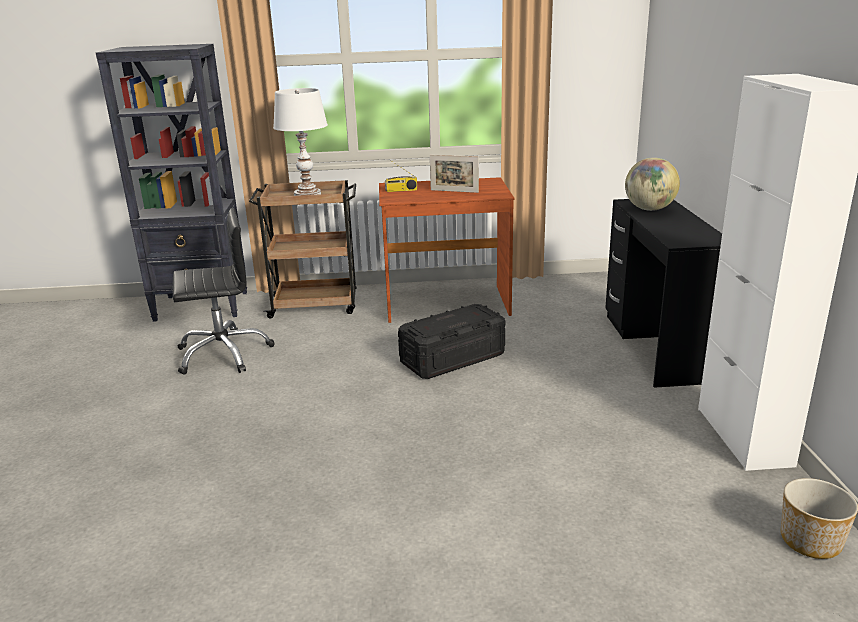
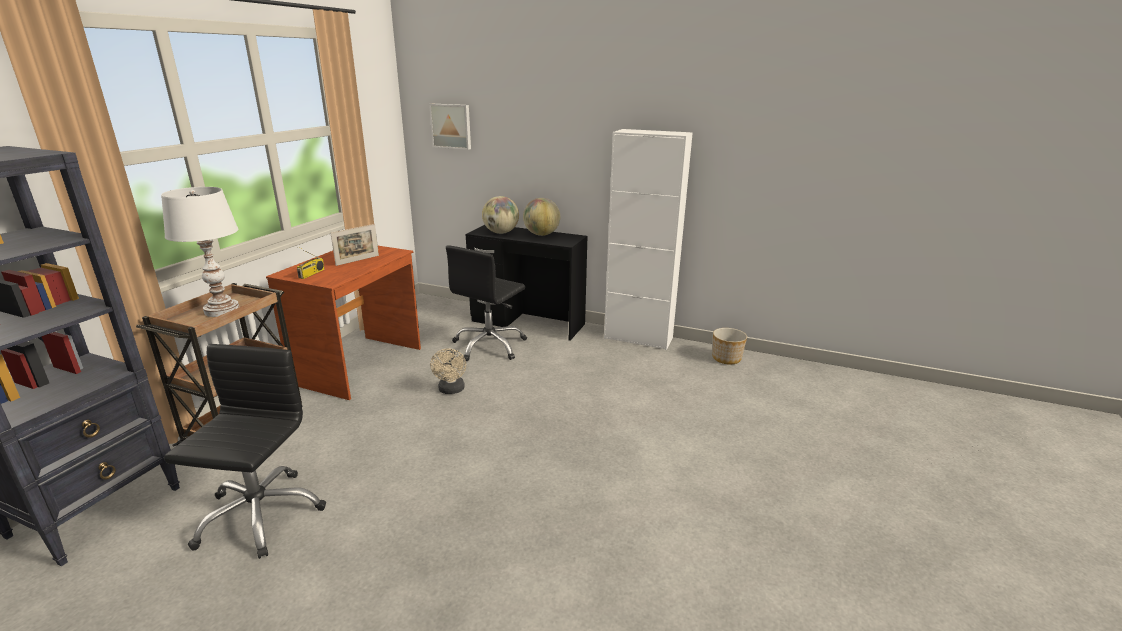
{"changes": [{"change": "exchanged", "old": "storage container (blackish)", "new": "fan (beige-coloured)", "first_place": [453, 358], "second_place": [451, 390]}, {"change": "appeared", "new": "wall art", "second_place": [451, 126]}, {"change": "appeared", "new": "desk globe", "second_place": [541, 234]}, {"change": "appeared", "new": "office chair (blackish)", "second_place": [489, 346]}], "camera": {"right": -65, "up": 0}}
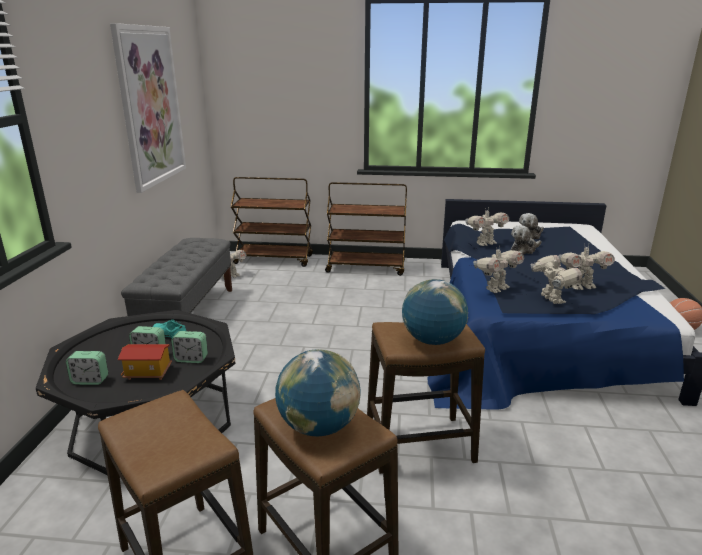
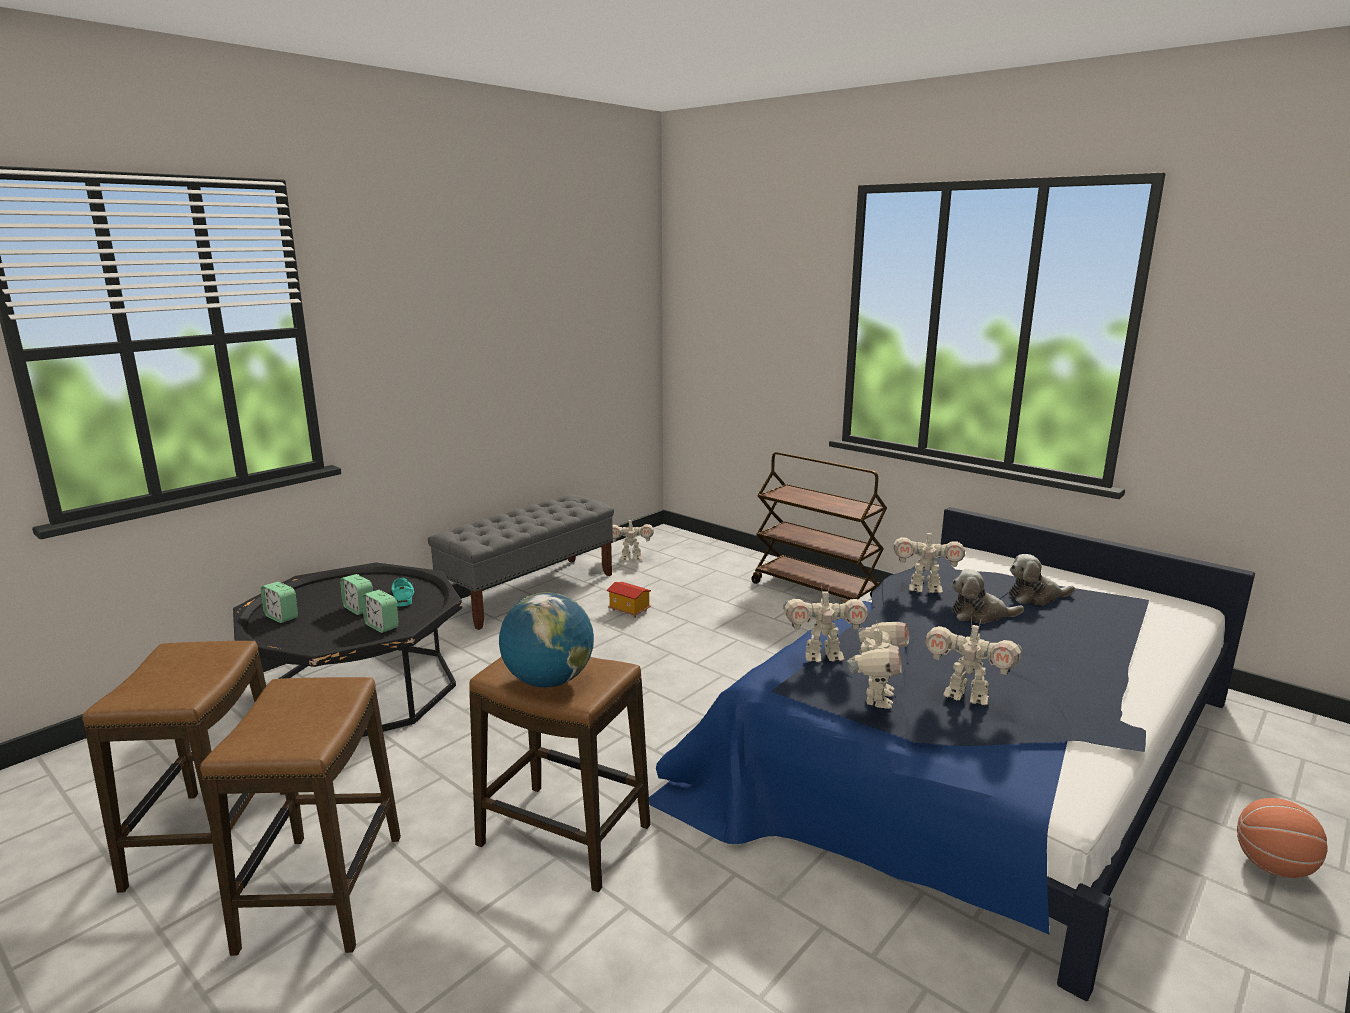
{"changes": [{"change": "missing", "old": "wall art", "first_place": [150, 106]}, {"change": "missing", "old": "trolley (brown)", "first_place": [274, 259]}, {"change": "relocated", "old": "miniature house", "first_place": [147, 374], "second_place": [628, 610]}, {"change": "missing", "old": "desk globe", "first_place": [319, 427]}], "camera": {"right": 35, "up": -5}}
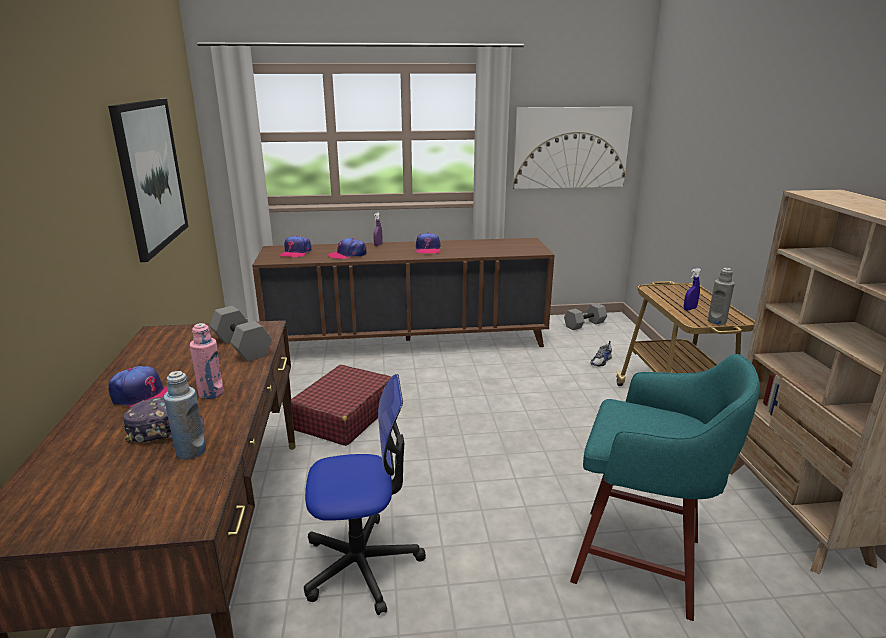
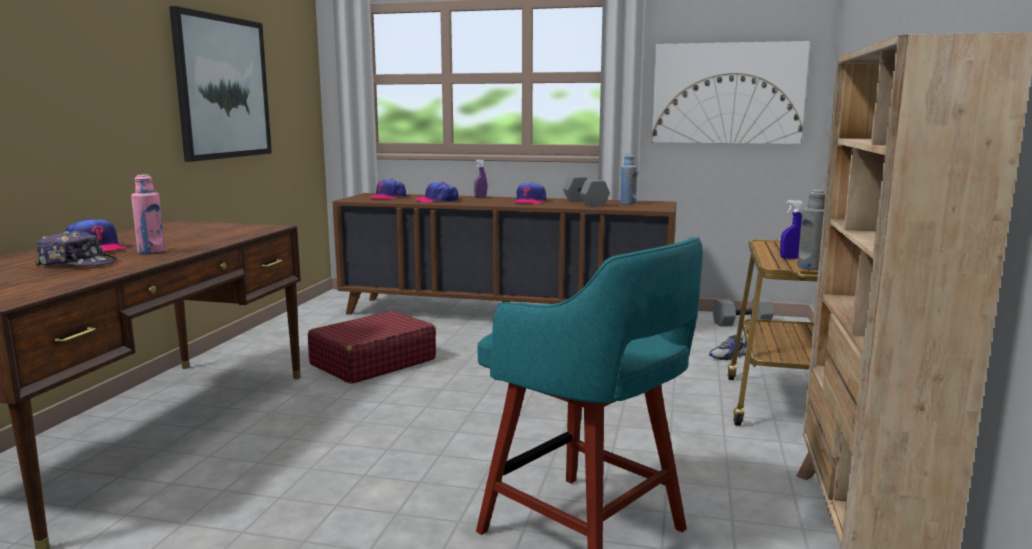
{"changes": [{"change": "relocated", "old": "dumbbell (gray)", "first_place": [240, 347], "second_place": [584, 203]}, {"change": "relocated", "old": "drink bottle (bluish)", "first_place": [191, 452], "second_place": [628, 203]}, {"change": "missing", "old": "office chair", "first_place": [362, 564]}], "camera": {"right": 20, "up": -10}}
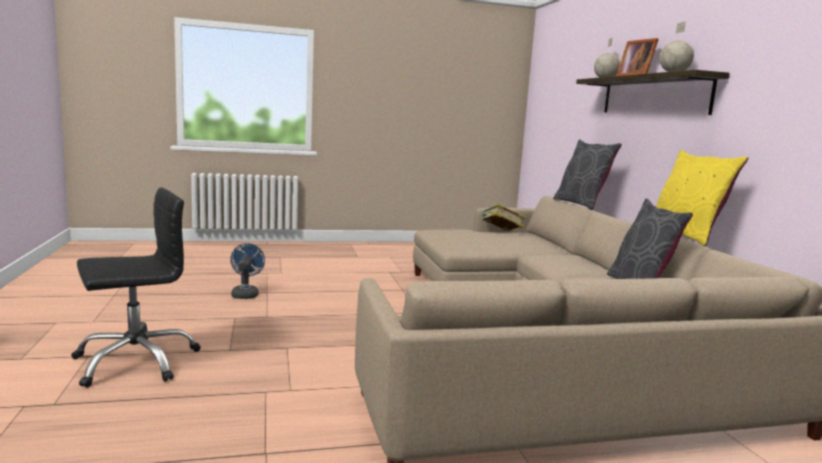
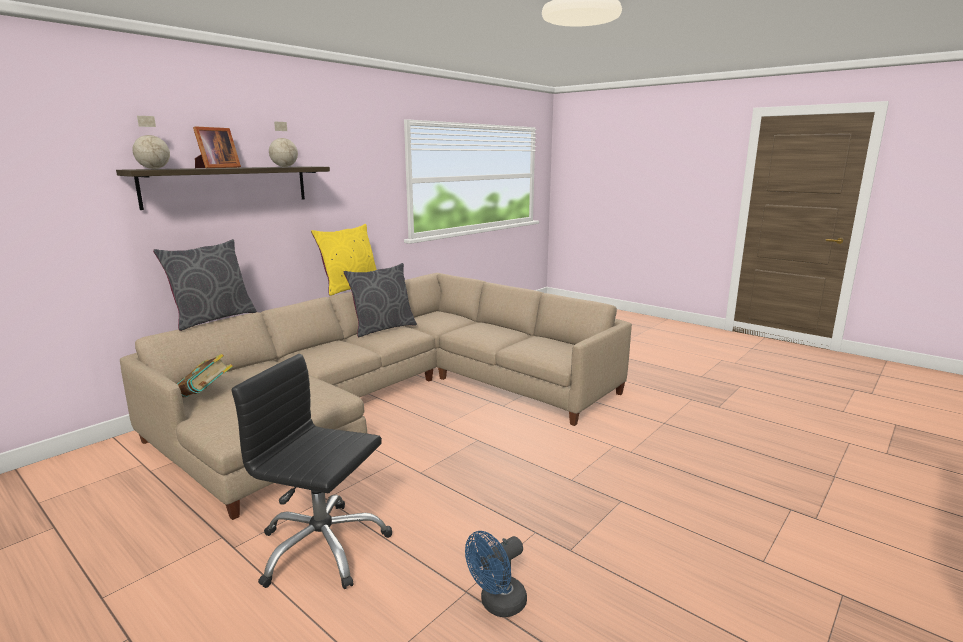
{"changes": [{"change": "relocated", "old": "office chair (blackish)", "first_place": [136, 361], "second_place": [322, 547]}], "camera": {"right": -125, "up": 5}}
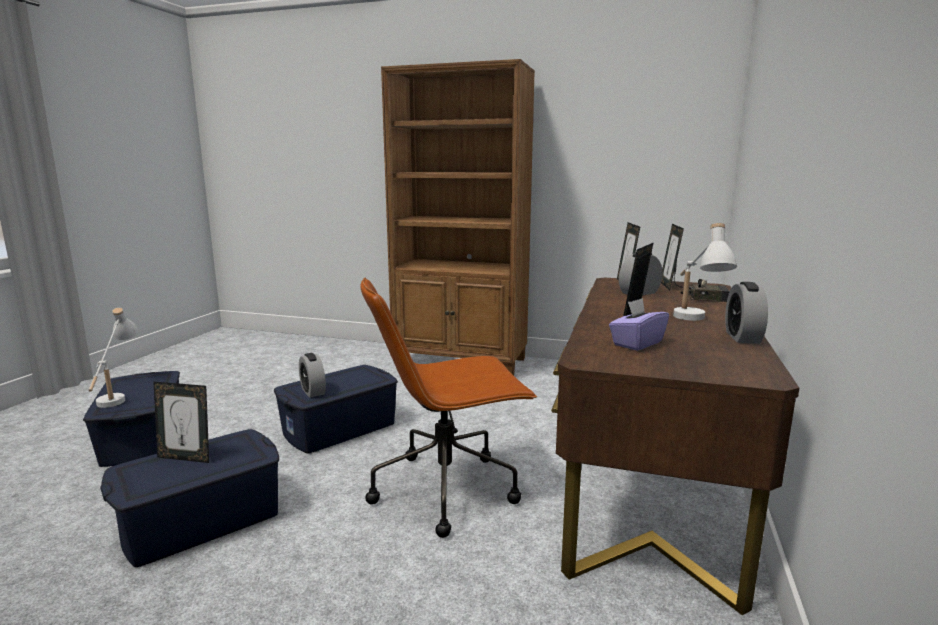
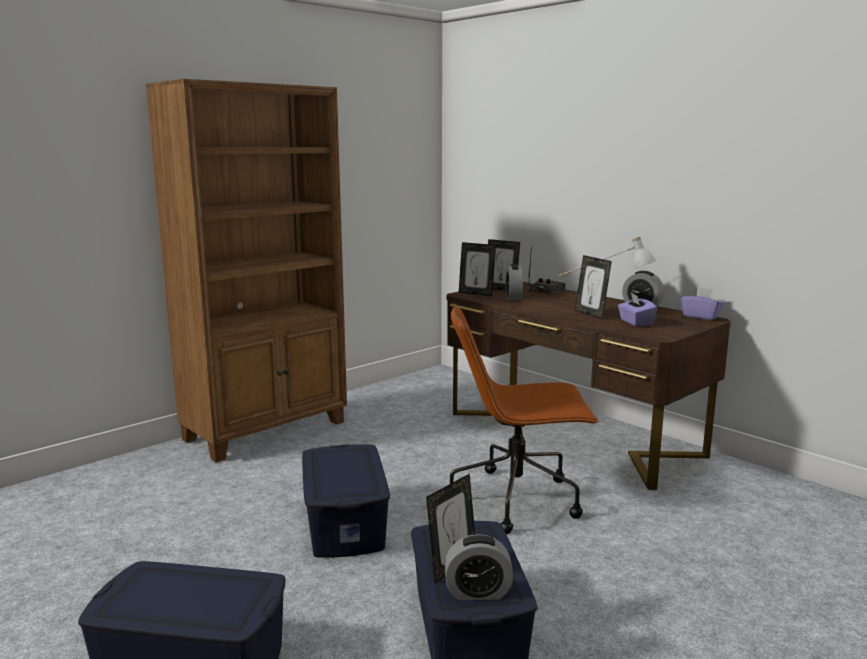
{"changes": [{"change": "spun", "old": "office chair (brown)", "first_place": [447, 489], "second_place": [517, 499], "degrees": 75}, {"change": "missing", "old": "table lamp (white)", "first_place": [117, 395]}, {"change": "relocated", "old": "table clock", "first_place": [313, 391], "second_place": [478, 592]}, {"change": "appeared", "new": "box of tissues (purplish)", "second_place": [701, 316]}], "camera": {"right": -60, "up": 0}}
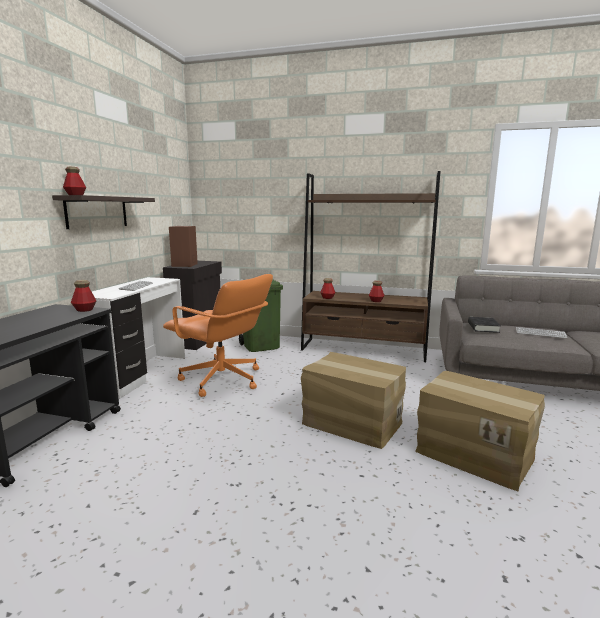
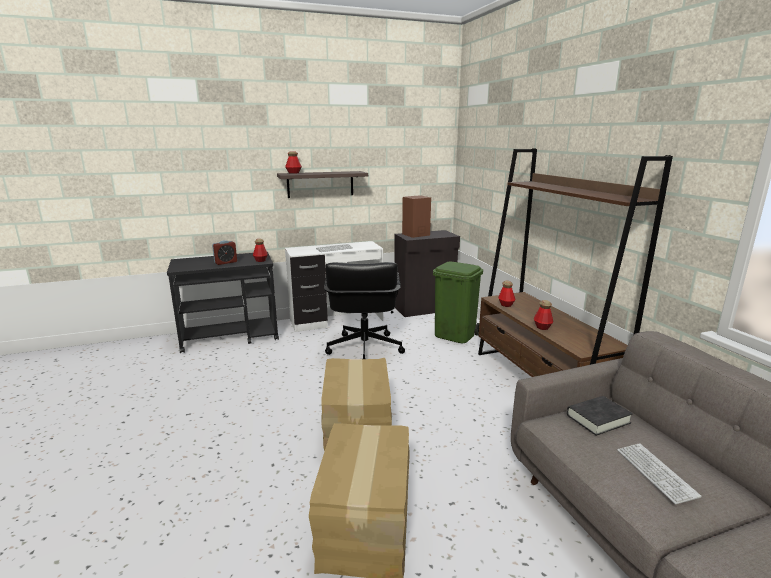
{"changes": [{"change": "colour", "old": "office chair (orange-coloured)", "new": "office chair (blackish)", "first_place": [222, 380], "second_place": [364, 349]}, {"change": "appeared", "new": "table clock", "second_place": [225, 262]}], "camera": {"right": 55, "up": 5}}
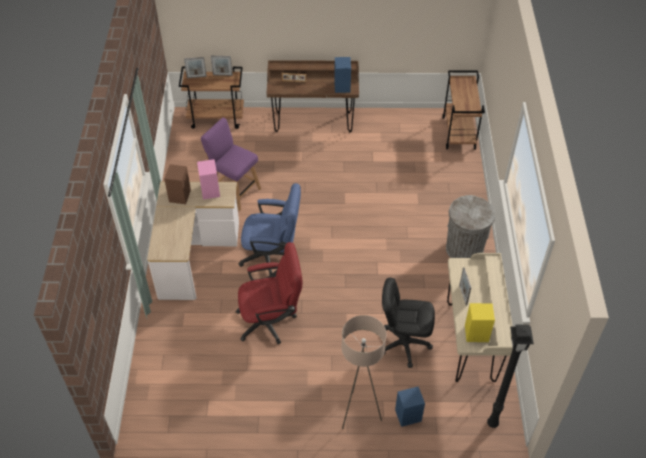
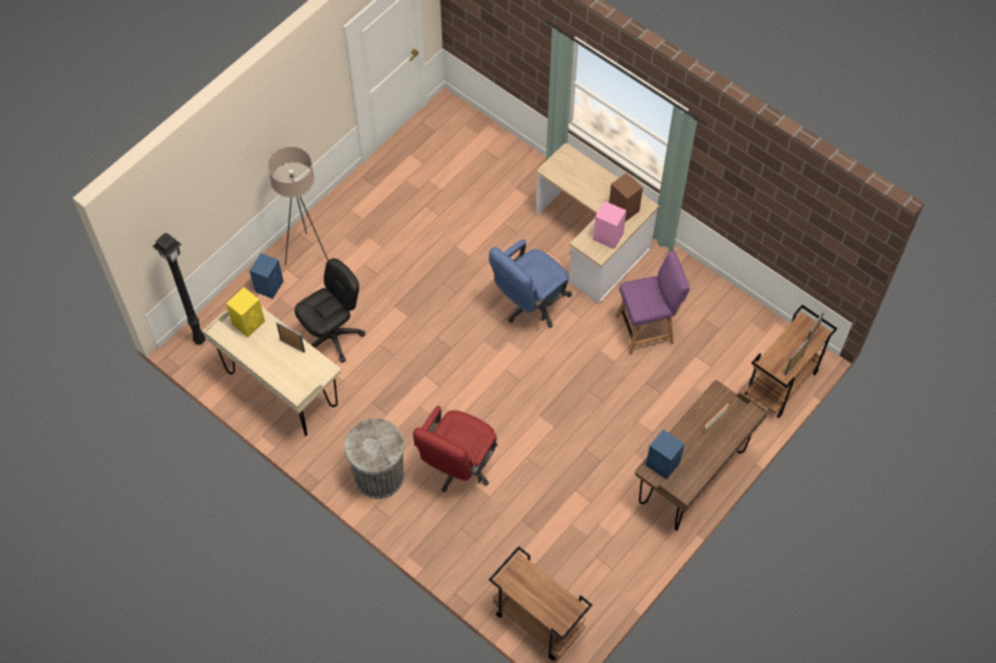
{"changes": [{"change": "relocated", "old": "office chair (red)", "first_place": [271, 320], "second_place": [458, 467]}], "camera": {"right": 130, "up": 10}}
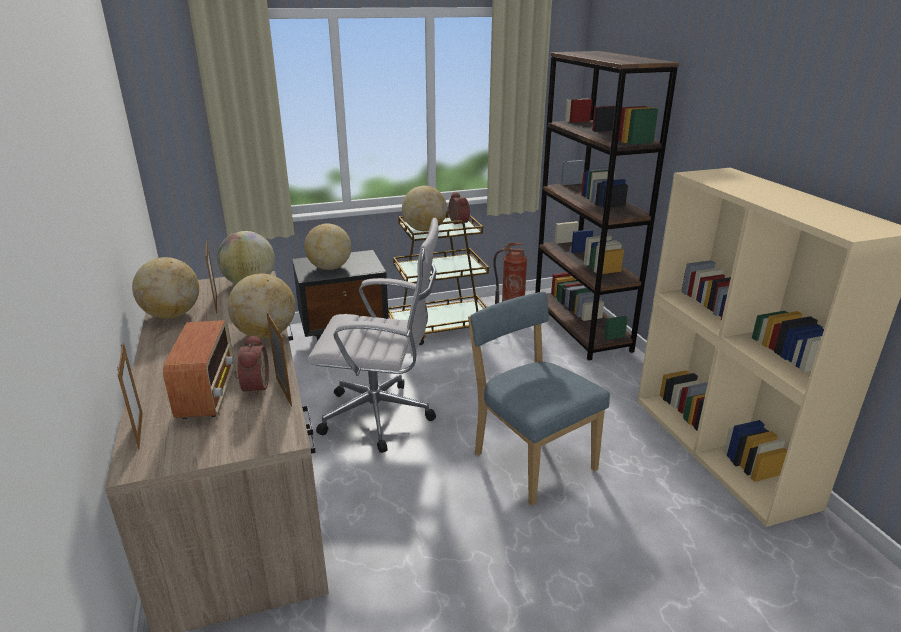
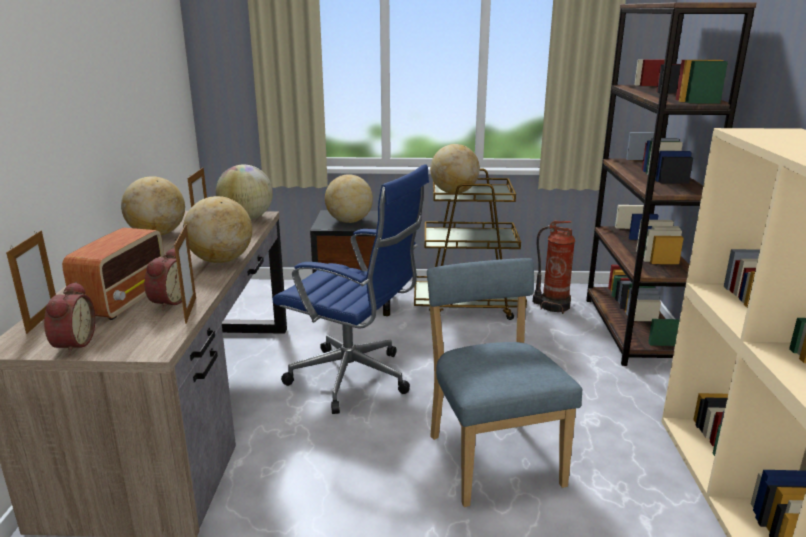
{"changes": [{"change": "relocated", "old": "table clock", "first_place": [457, 223], "second_place": [72, 344]}, {"change": "colour", "old": "office chair (white)", "new": "office chair (bluish)", "first_place": [382, 416], "second_place": [355, 380]}], "camera": {"right": 20, "up": -5}}
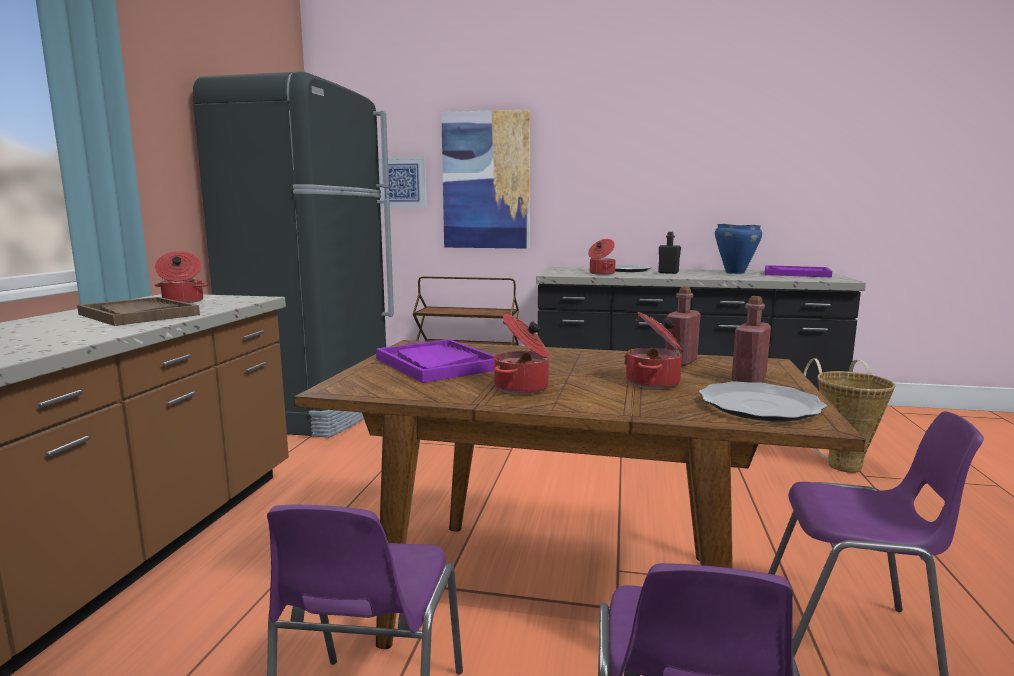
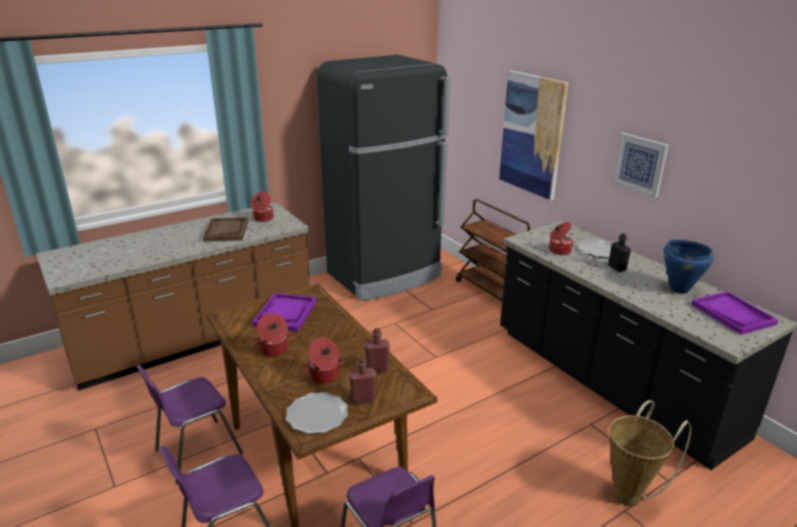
{"changes": [{"change": "relocated", "old": "wall art", "first_place": [402, 182], "second_place": [640, 164]}], "camera": {"right": 45, "up": 15}}
